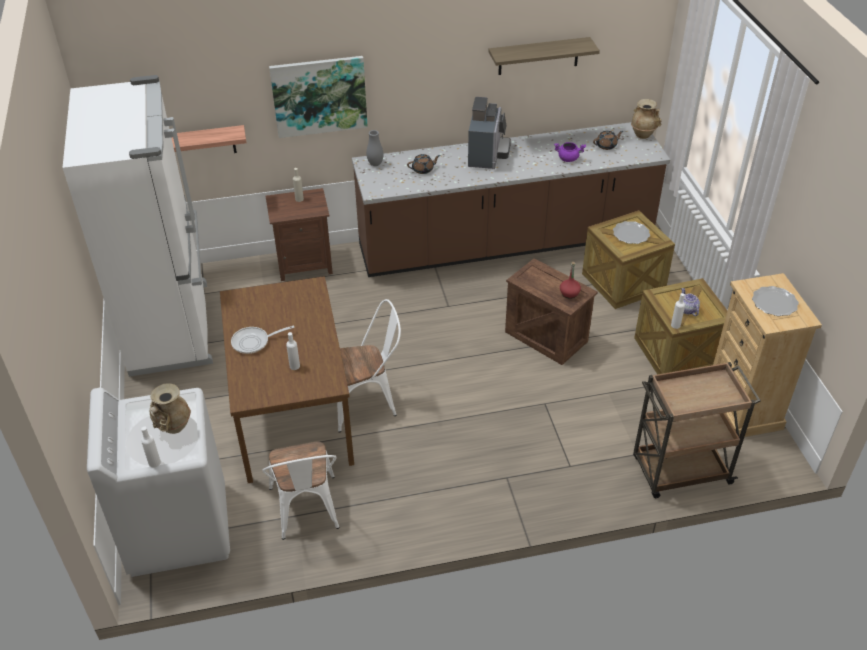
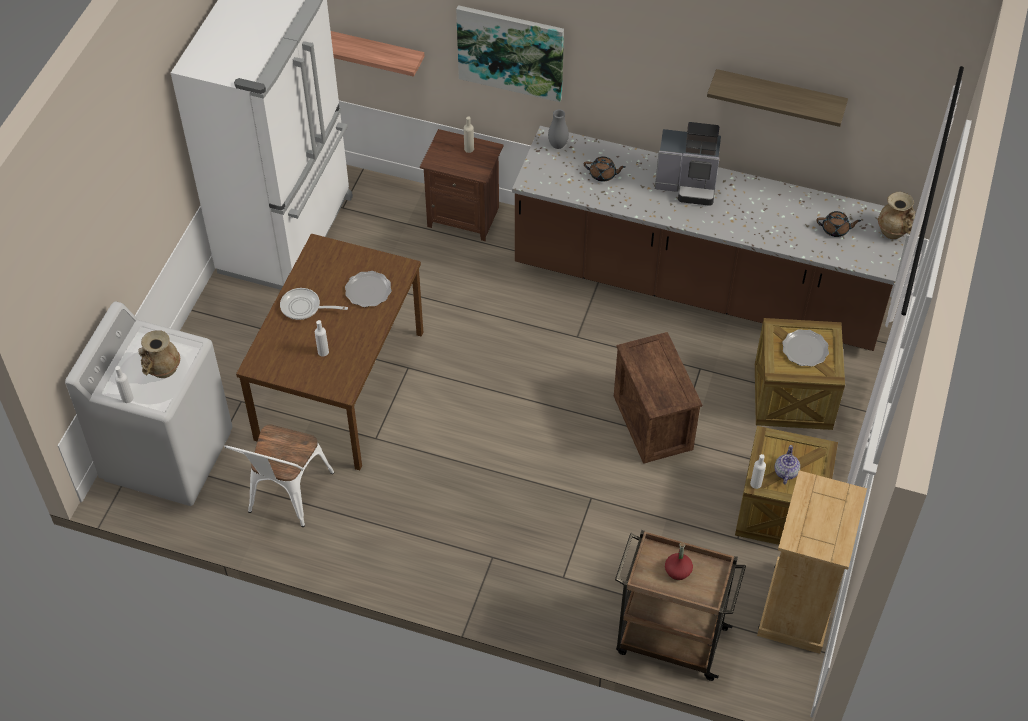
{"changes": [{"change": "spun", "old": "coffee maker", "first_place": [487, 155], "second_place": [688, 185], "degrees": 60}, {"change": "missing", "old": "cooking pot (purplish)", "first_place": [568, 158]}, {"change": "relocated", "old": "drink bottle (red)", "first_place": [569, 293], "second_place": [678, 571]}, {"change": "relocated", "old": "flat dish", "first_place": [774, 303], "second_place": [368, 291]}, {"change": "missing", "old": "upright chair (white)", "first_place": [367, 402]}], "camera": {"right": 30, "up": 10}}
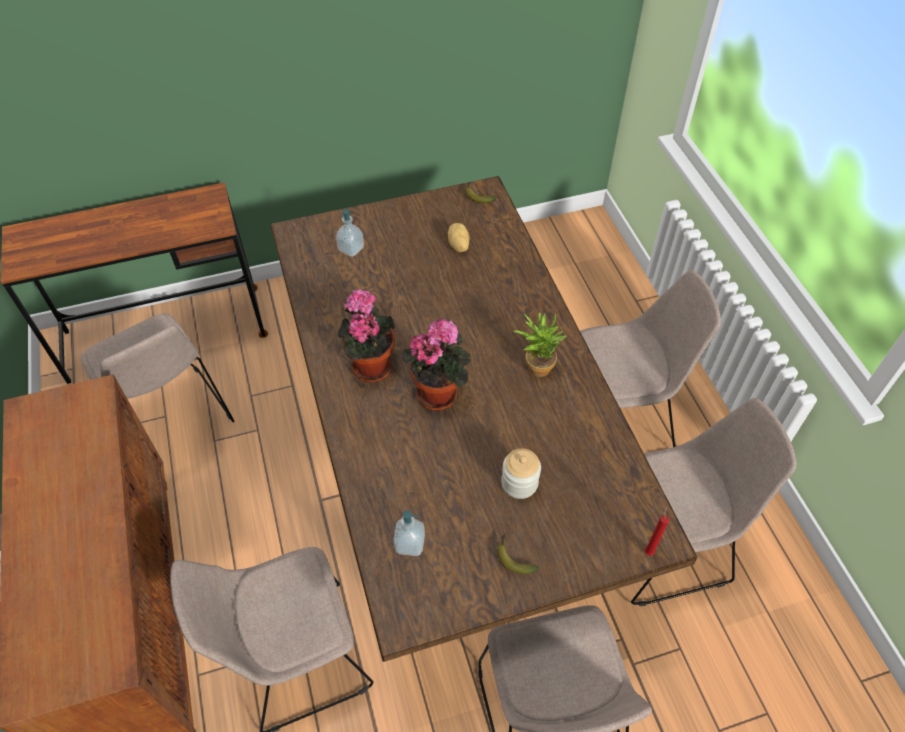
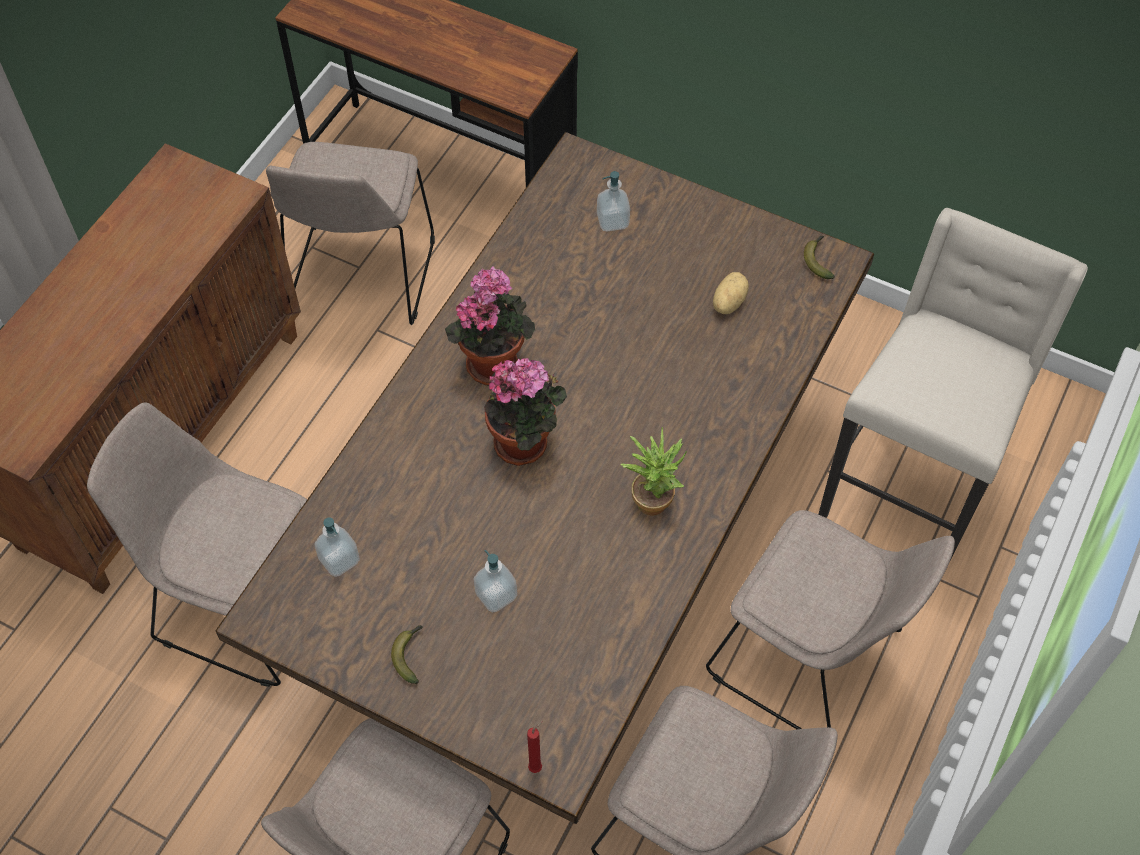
{"changes": [{"change": "exchanged", "old": "jar", "new": "liquid soap bottle", "first_place": [519, 483], "second_place": [496, 595]}, {"change": "appeared", "new": "sitting stool (beige-coloured)", "second_place": [907, 491]}], "camera": {"right": 45, "up": 5}}
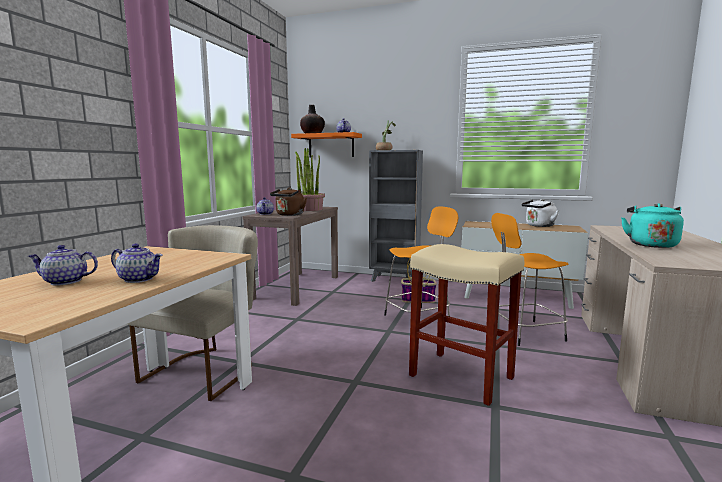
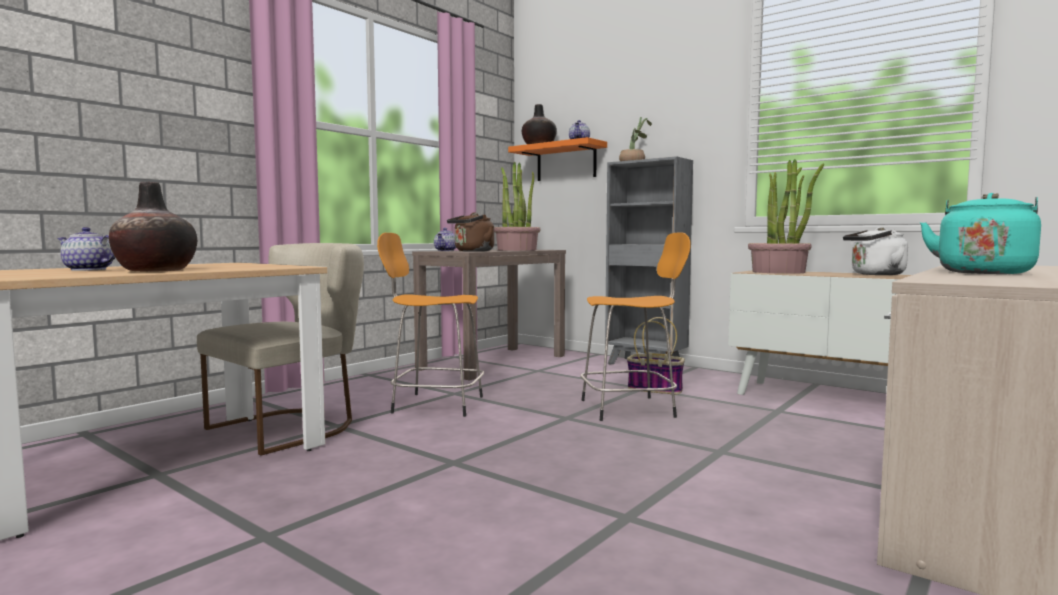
{"changes": [{"change": "relocated", "old": "sitting stool (orange-coloured)", "first_place": [524, 333], "second_place": [435, 404]}, {"change": "exchanged", "old": "teapot", "new": "vase", "first_place": [139, 279], "second_place": [155, 271]}, {"change": "missing", "old": "sitting stool (beige-coloured)", "first_place": [462, 376]}, {"change": "appeared", "new": "plant in a pot", "second_place": [779, 272]}], "camera": {"right": 20, "up": -5}}
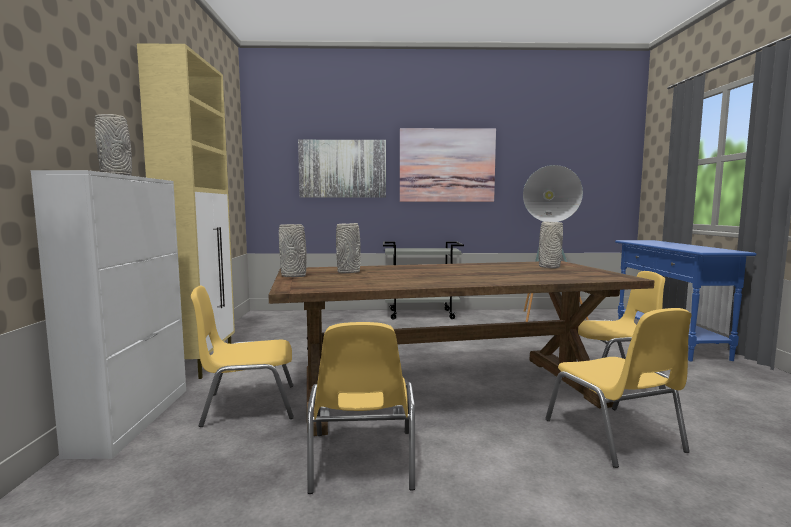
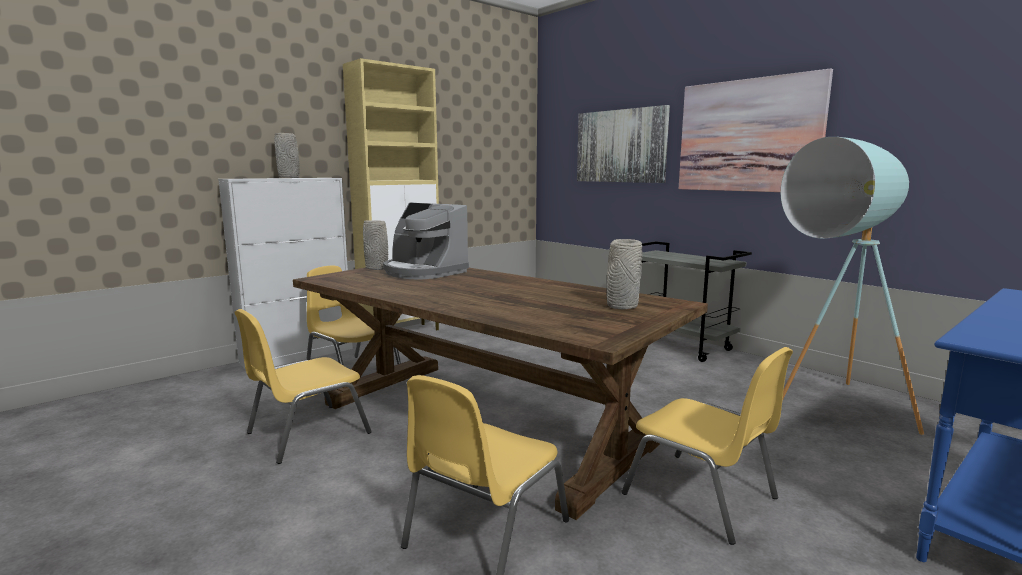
{"changes": [{"change": "exchanged", "old": "vase (gray)", "new": "coffee maker", "first_place": [349, 272], "second_place": [423, 272]}], "camera": {"right": 50, "up": 5}}
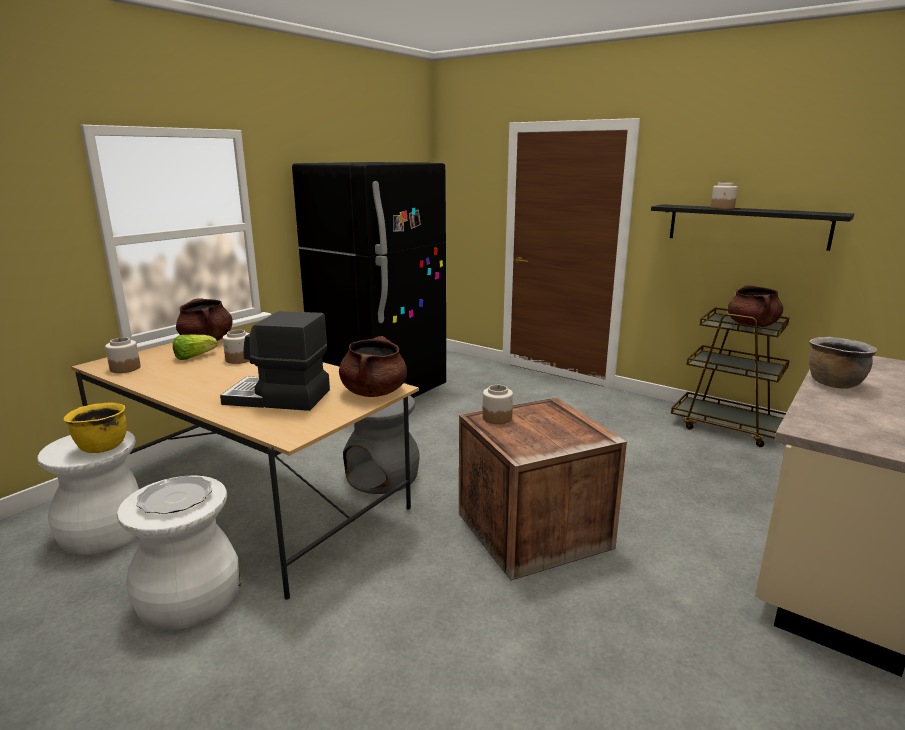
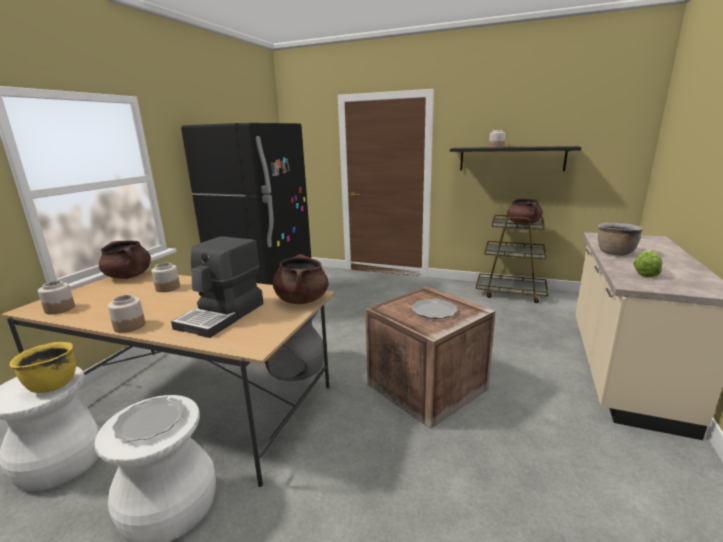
{"changes": [{"change": "spun", "old": "coffee maker", "first_place": [278, 398], "second_place": [222, 315], "degrees": -60}, {"change": "relocated", "old": "head of lettuce", "first_place": [194, 357], "second_place": [645, 273]}, {"change": "relocated", "old": "jar", "first_place": [497, 418], "second_place": [130, 326]}, {"change": "appeared", "new": "flat dish", "second_place": [434, 310]}], "camera": {"right": -15, "up": 0}}
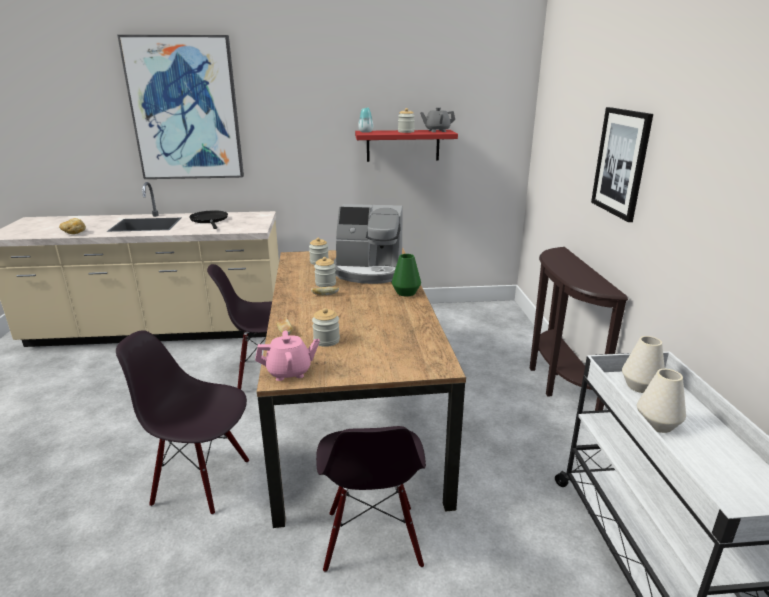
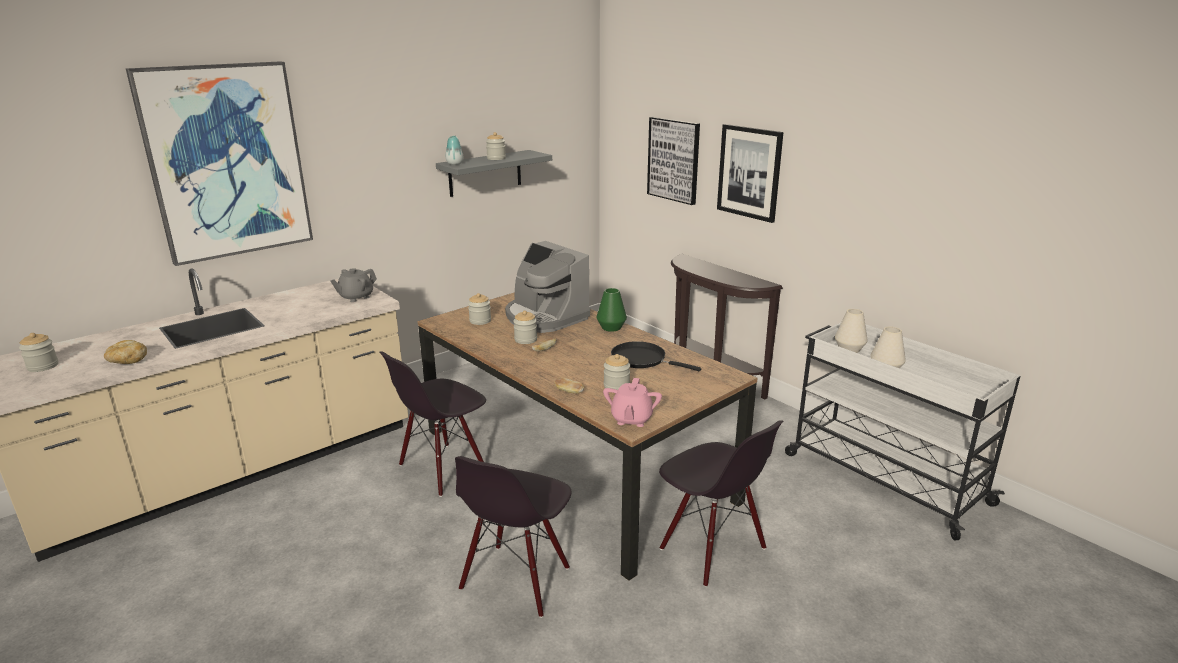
{"changes": [{"change": "relocated", "old": "teapot (gray)", "first_place": [437, 131], "second_place": [356, 297]}, {"change": "colour", "old": "bracket shelf (red)", "new": "bracket shelf (gray)", "first_place": [403, 145], "second_place": [485, 173]}, {"change": "spun", "old": "coffee maker", "first_place": [369, 271], "second_place": [545, 317], "degrees": 75}, {"change": "relocated", "old": "skillet (blackish)", "first_place": [209, 220], "second_place": [642, 359]}, {"change": "spun", "old": "upright chair (blackish)", "first_place": [202, 481], "second_place": [516, 580], "degrees": -45}, {"change": "spun", "old": "teapot (pink)", "first_place": [289, 372], "second_place": [631, 419], "degrees": 150}, {"change": "appeared", "new": "wall art", "second_place": [674, 160]}, {"change": "appeared", "new": "jar", "second_place": [43, 366]}], "camera": {"right": -35, "up": 0}}
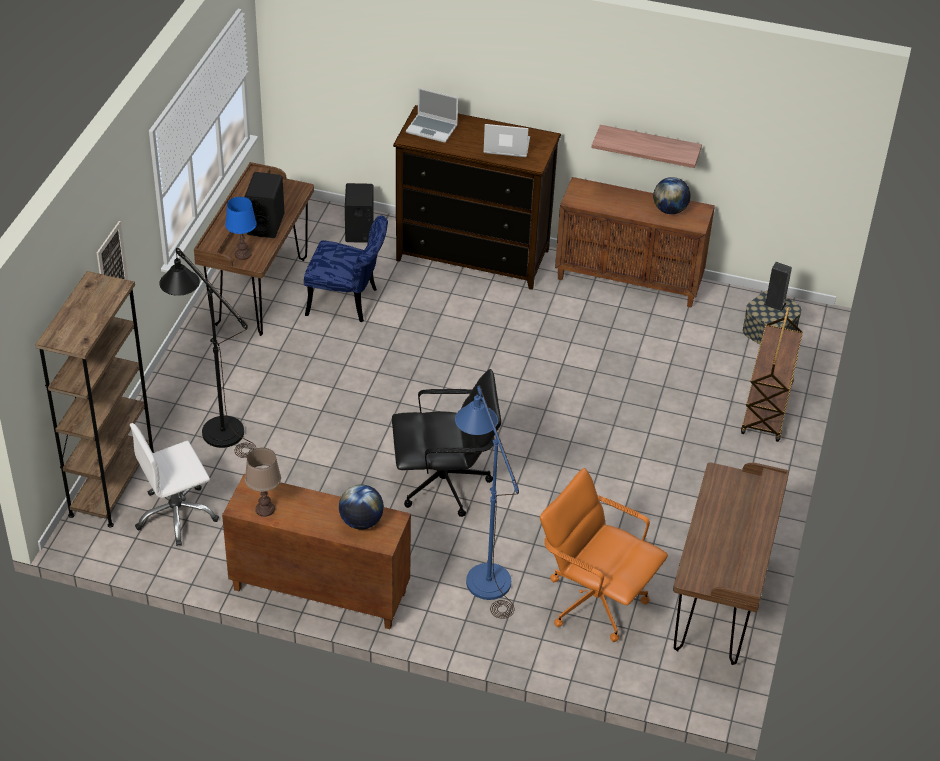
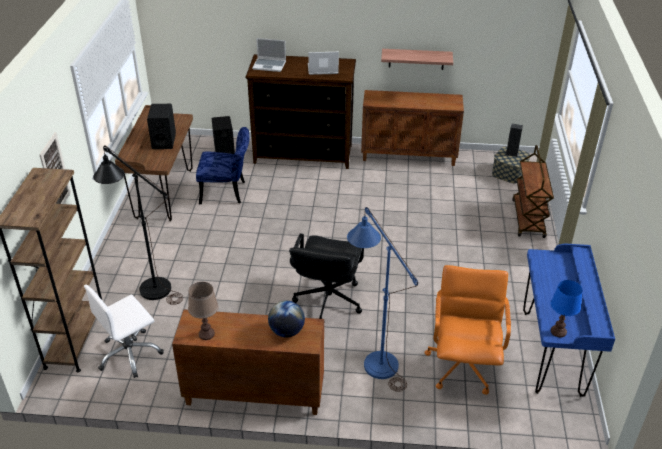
{"changes": [{"change": "missing", "old": "desk globe", "first_place": [670, 210]}, {"change": "relocated", "old": "table lamp (bluish)", "first_place": [242, 254], "second_place": [558, 331]}, {"change": "spun", "old": "office chair (blackish)", "first_place": [445, 485], "second_place": [327, 300], "degrees": 120}, {"change": "colour", "old": "desk (brown)", "new": "desk (bluish)", "first_place": [719, 603], "second_place": [552, 353]}, {"change": "spun", "old": "office chair (orange-coloured)", "first_place": [595, 601], "second_place": [463, 366], "degrees": 75}], "camera": {"right": -10, "up": -5}}
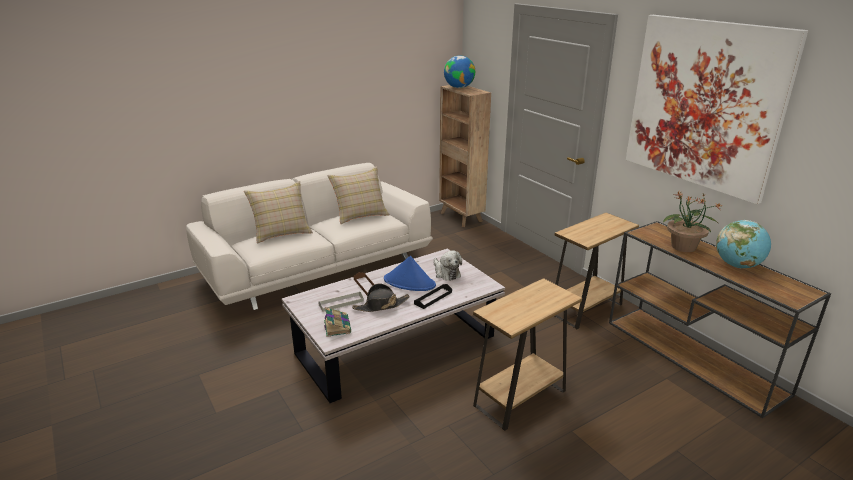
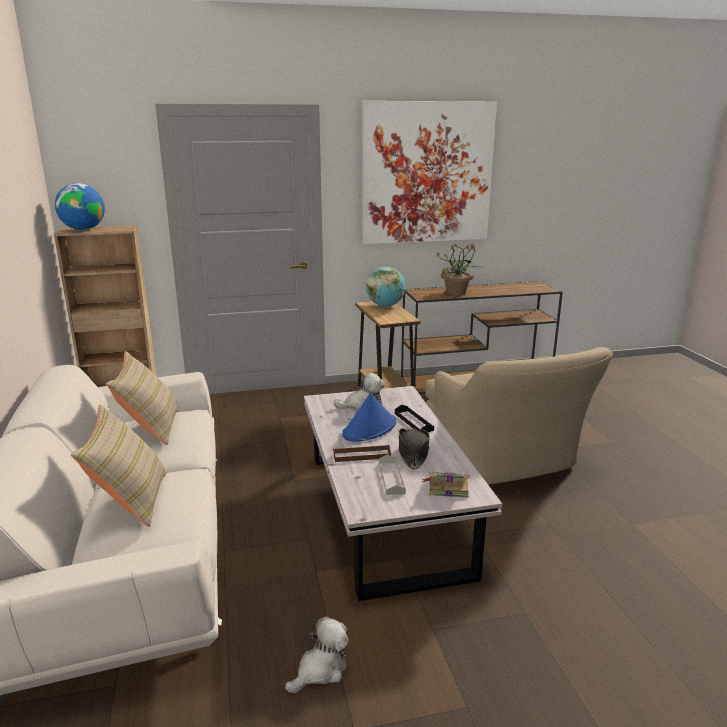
{"changes": [{"change": "relocated", "old": "desk globe", "first_place": [737, 265], "second_place": [385, 306]}, {"change": "exchanged", "old": "end table (brown)", "new": "easy chair (beige-coloured)", "first_place": [520, 398], "second_place": [505, 460]}, {"change": "appeared", "new": "plush toy", "second_place": [321, 669]}], "camera": {"right": -70, "up": -5}}
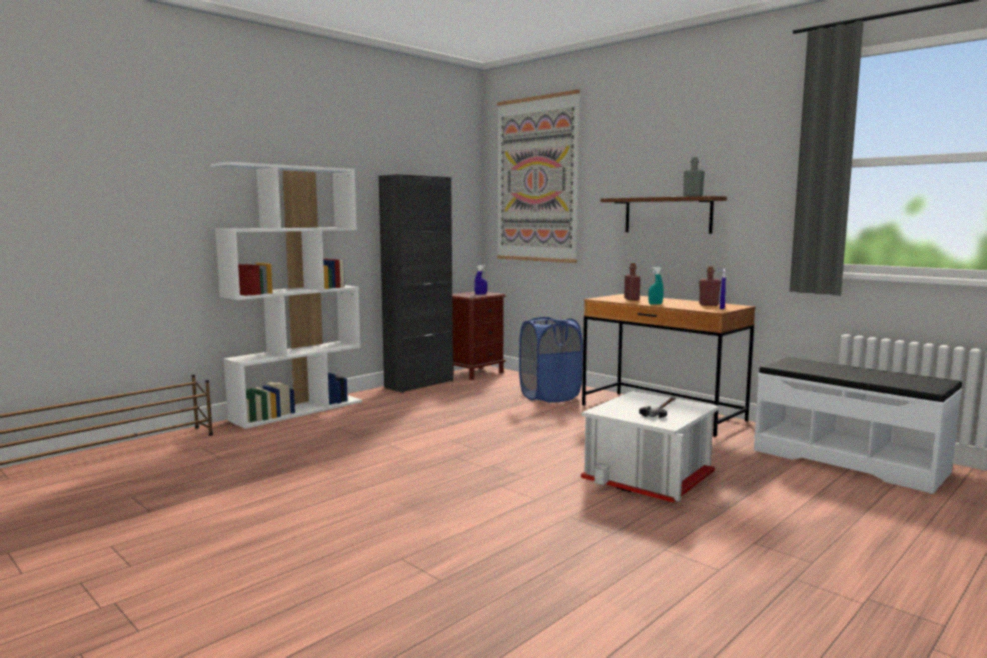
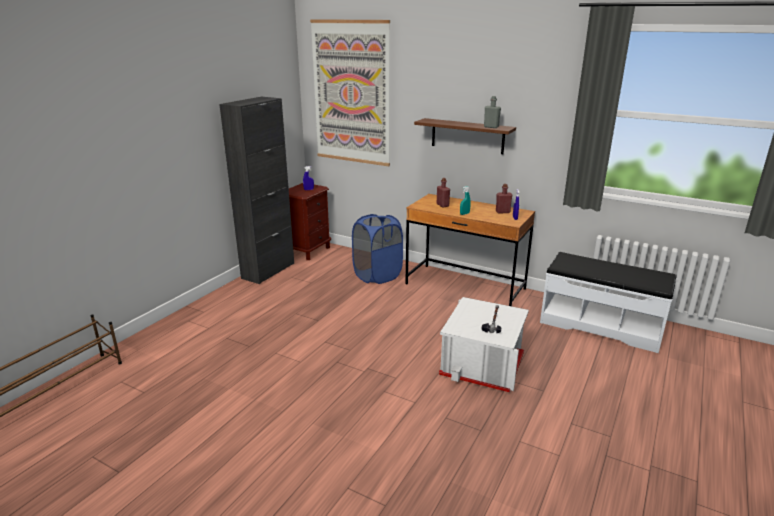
{"changes": [{"change": "missing", "old": "shelving unit (white)", "first_place": [298, 410]}], "camera": {"right": -15, "up": 15}}
